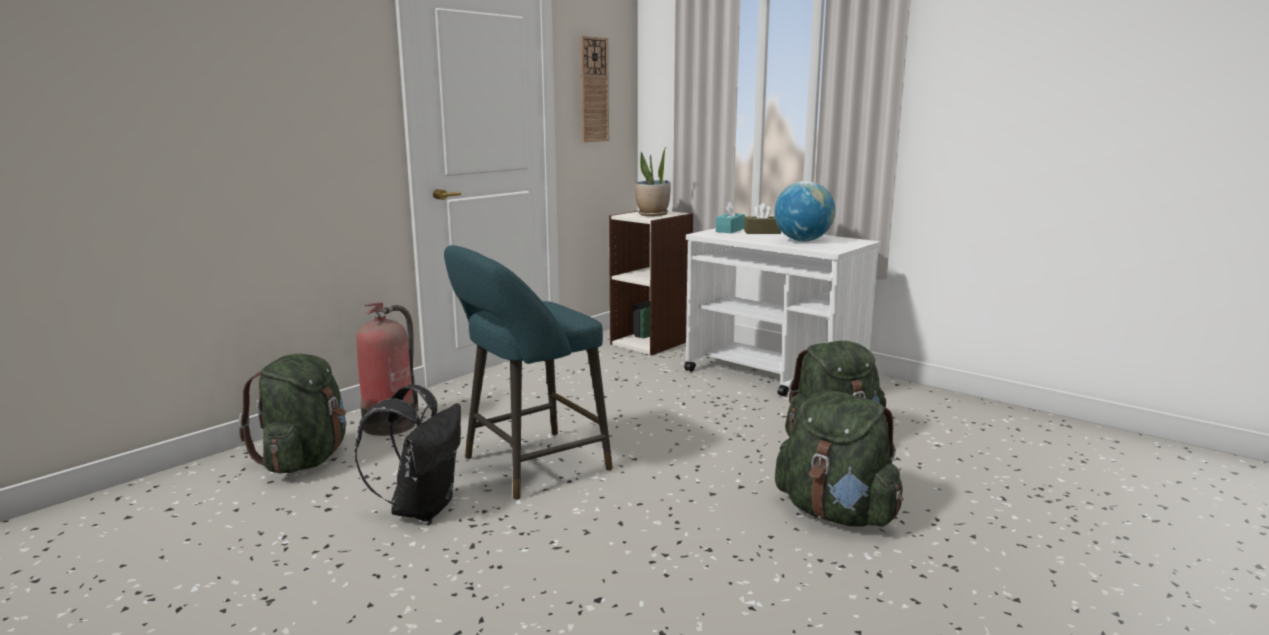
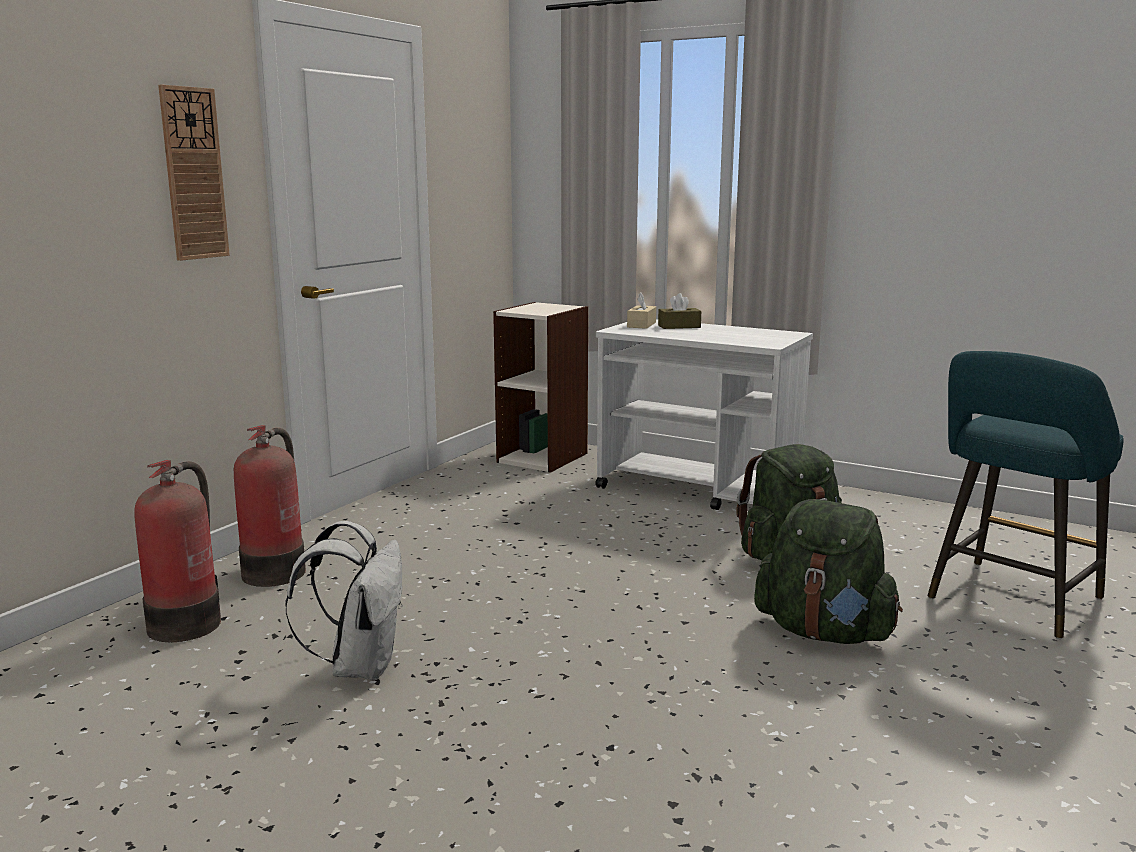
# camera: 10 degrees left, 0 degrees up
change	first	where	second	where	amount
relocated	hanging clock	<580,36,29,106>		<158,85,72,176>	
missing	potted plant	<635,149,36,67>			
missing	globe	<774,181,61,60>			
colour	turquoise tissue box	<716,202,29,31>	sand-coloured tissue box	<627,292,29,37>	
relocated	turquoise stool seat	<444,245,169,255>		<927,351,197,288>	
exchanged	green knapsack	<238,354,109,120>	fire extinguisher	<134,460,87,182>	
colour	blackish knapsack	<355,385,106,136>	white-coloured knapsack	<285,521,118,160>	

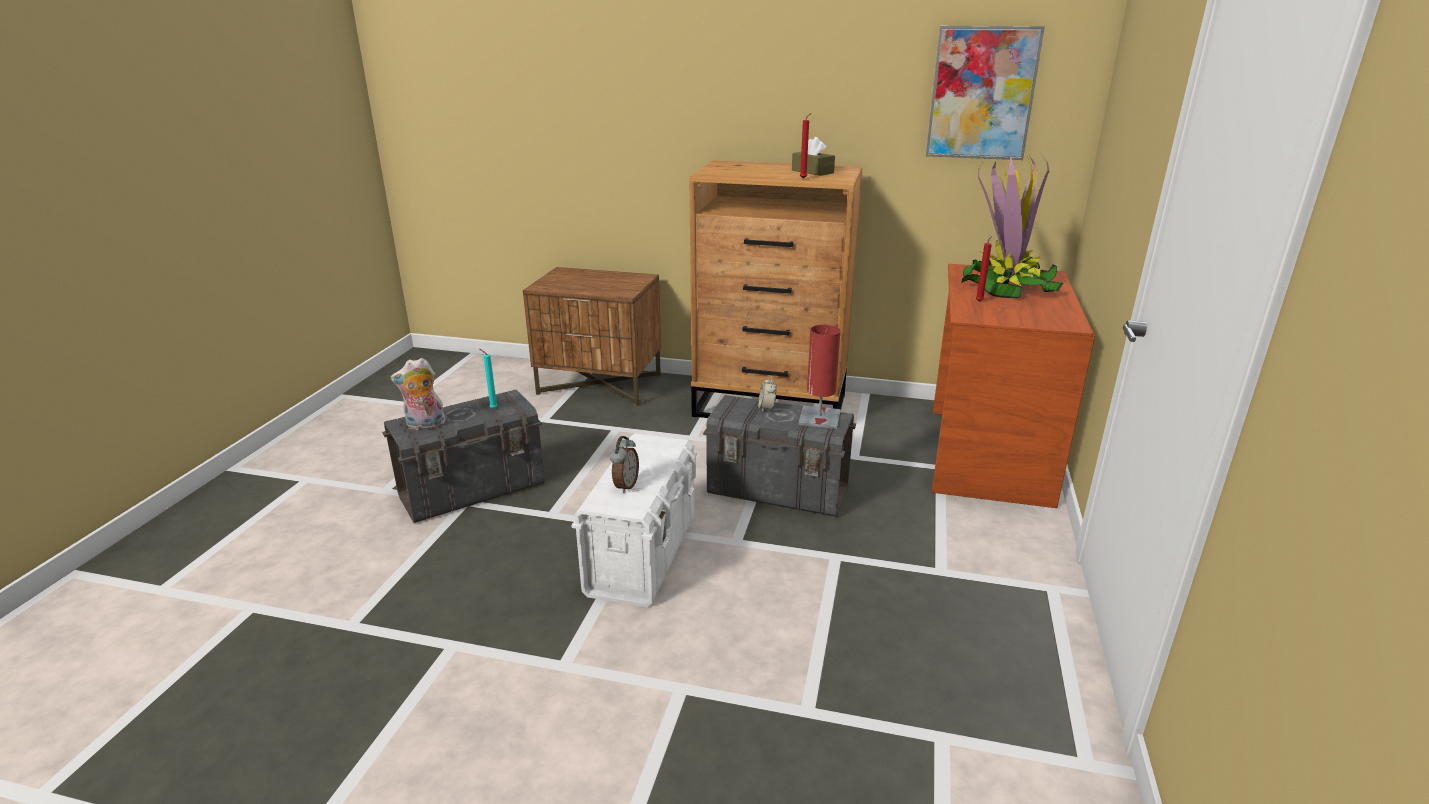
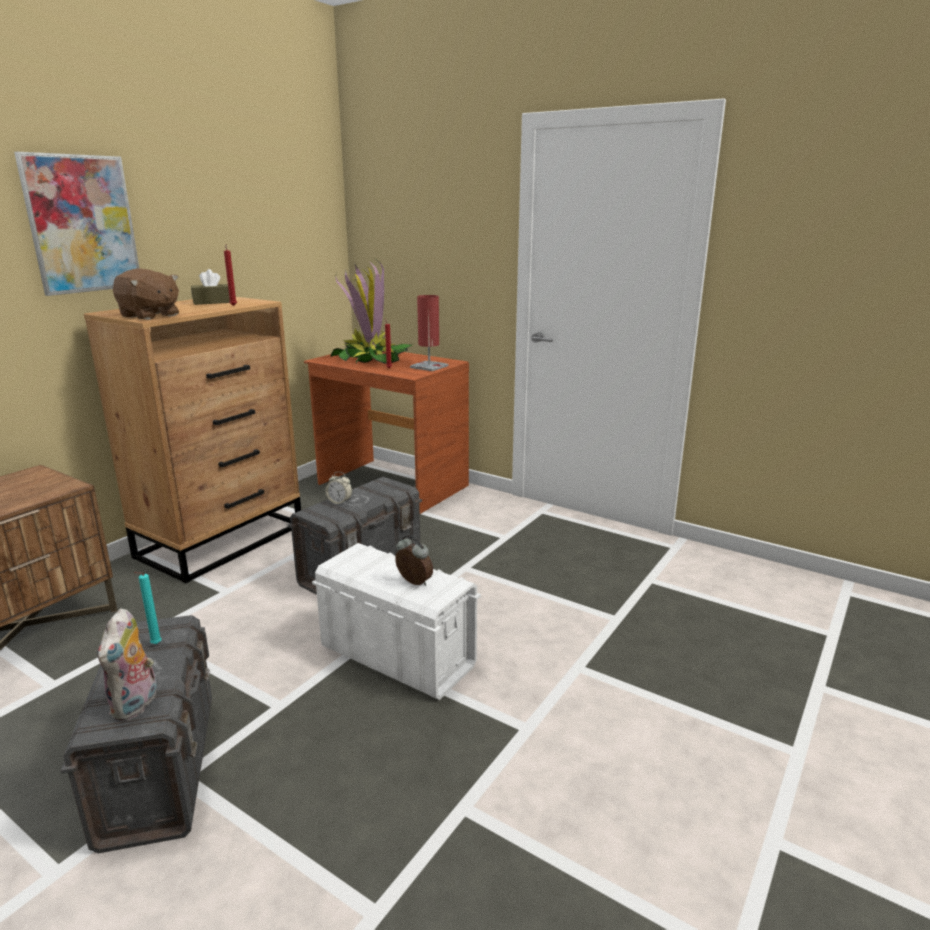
# camera: 70 degrees left, 5 degrees down
change	first	where	second	where	amount
relocated	picture	<926,26,119,134>		<14,152,126,144>	
relocated	reddish lamp for a table	<798,324,43,105>		<410,295,38,76>	
appeared			brownish cuddly toy	<113,269,66,51>	

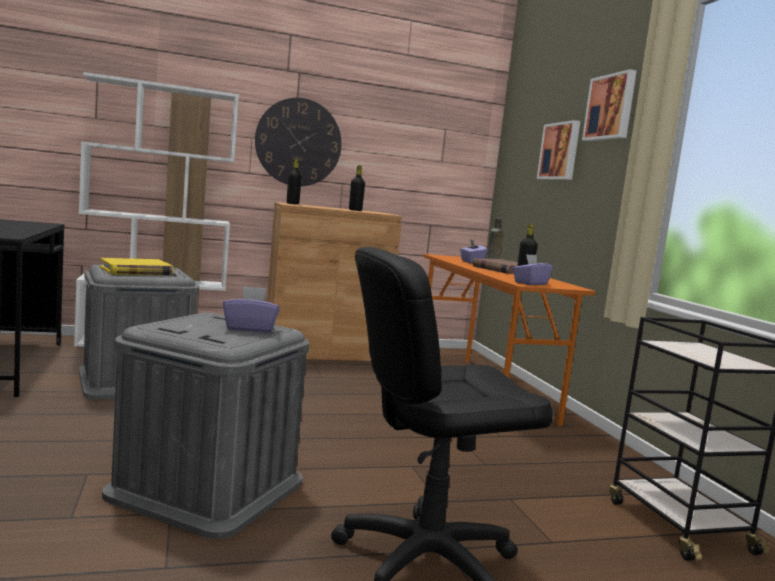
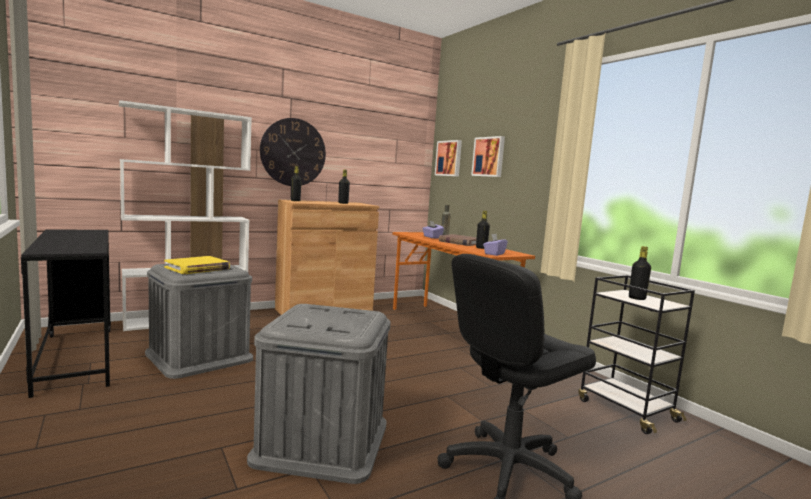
# camera: 15 degrees left, 0 degrees up
change	first	where	second	where	amount
relocated	picture	<582,69,55,72>		<435,140,27,37>	
missing	purple-coloured tissue box	<223,286,57,47>			
appeared			blackish beverage bottle	<629,246,22,54>	

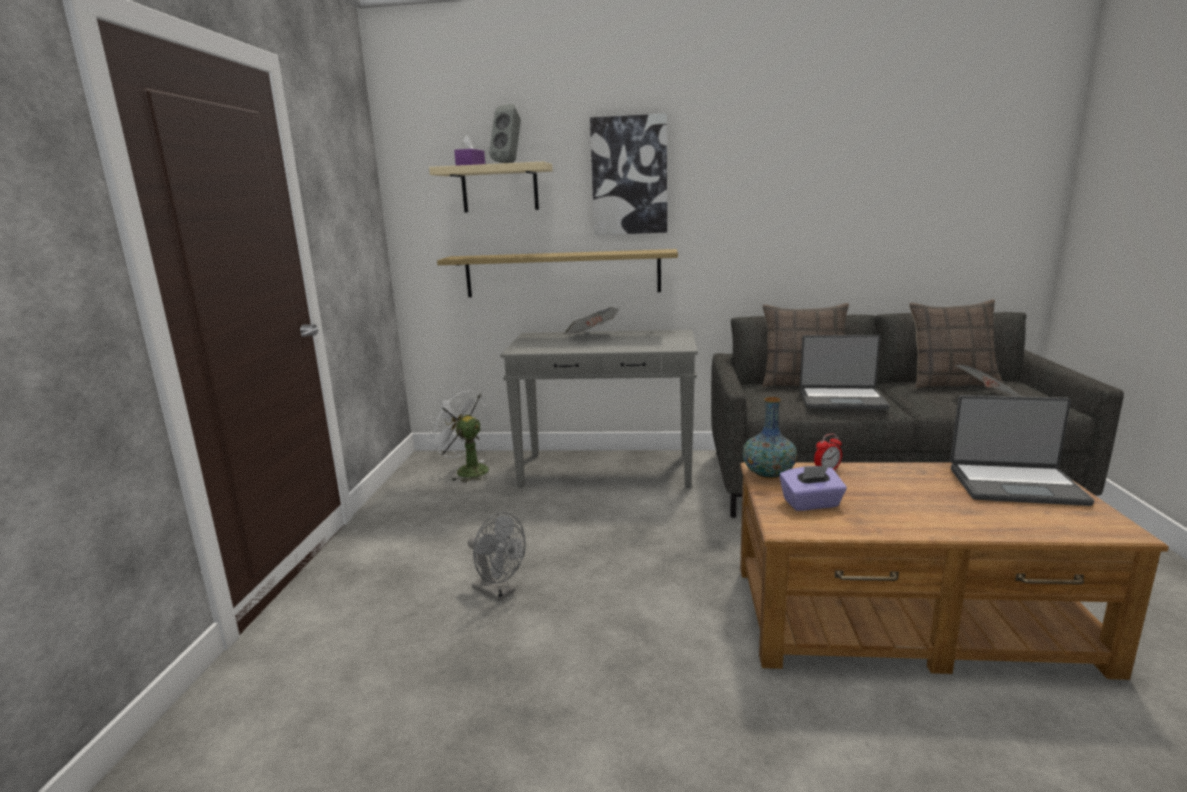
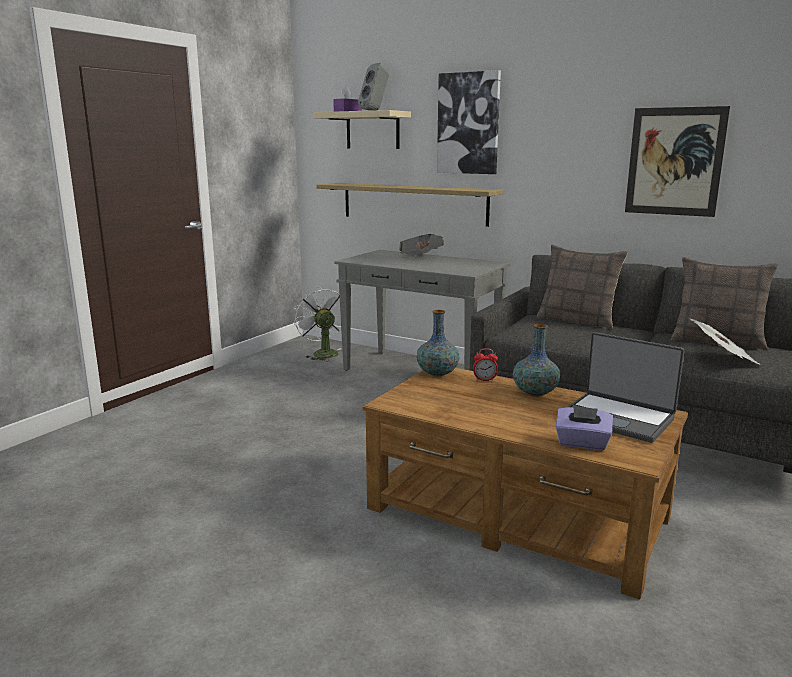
# camera: 25 degrees right, 0 degrees up
change	first	where	second	where	amount
missing	portable computer	<800,335,90,75>			
relocated	purple-coloured tissue box	<779,465,68,46>		<556,405,57,46>	
missing	gray electric fan	<468,512,58,89>			
appeared			picture	<625,106,105,111>	
appeared			flower vase	<513,324,47,73>	

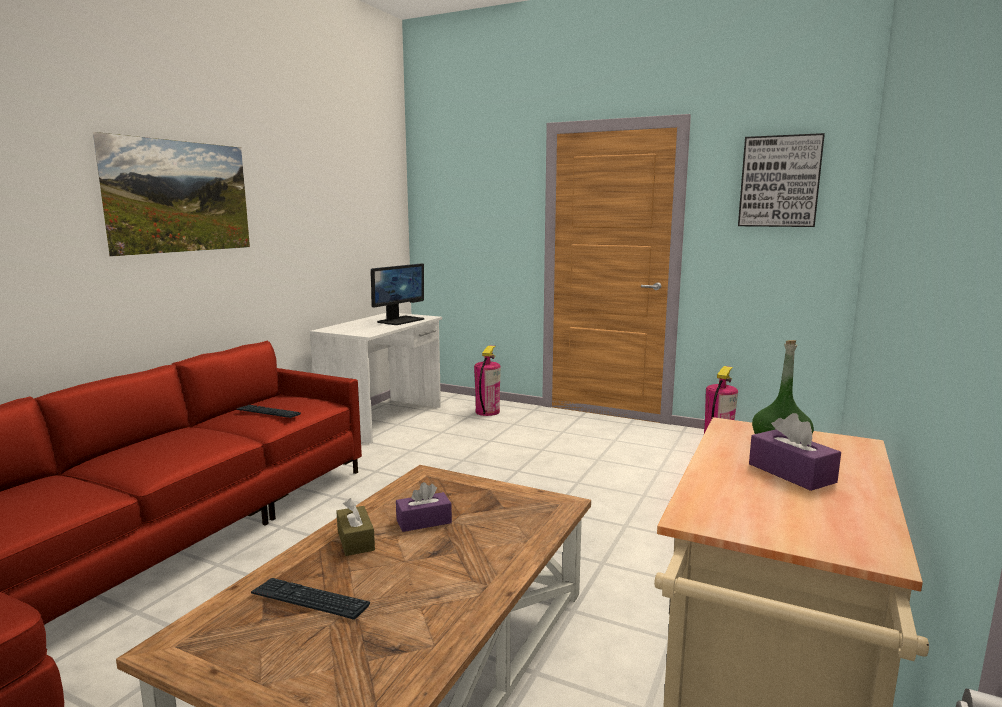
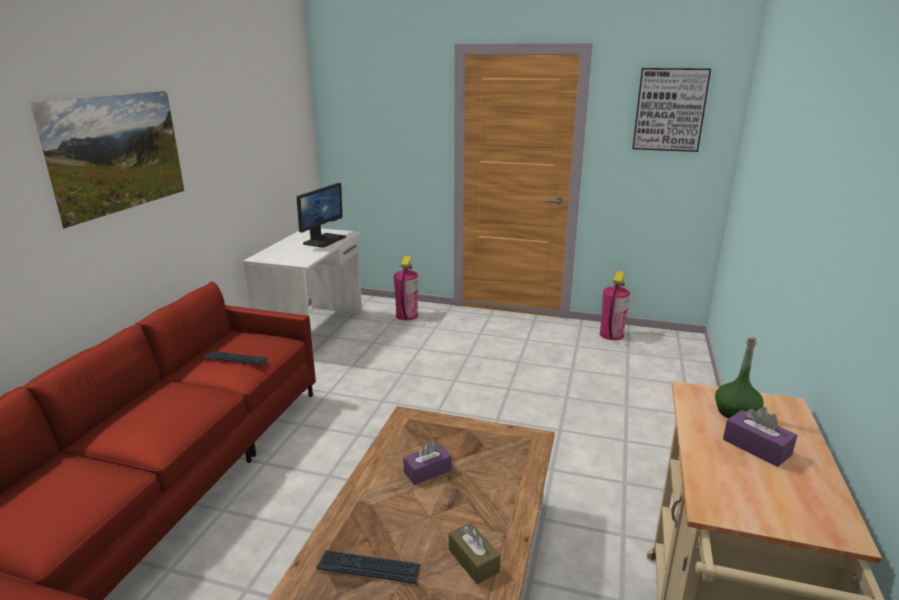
# camera: 10 degrees left, 10 degrees up
change	first	where	second	where	amount
relocated	brownish tissue box	<336,498,39,58>		<449,523,51,61>	

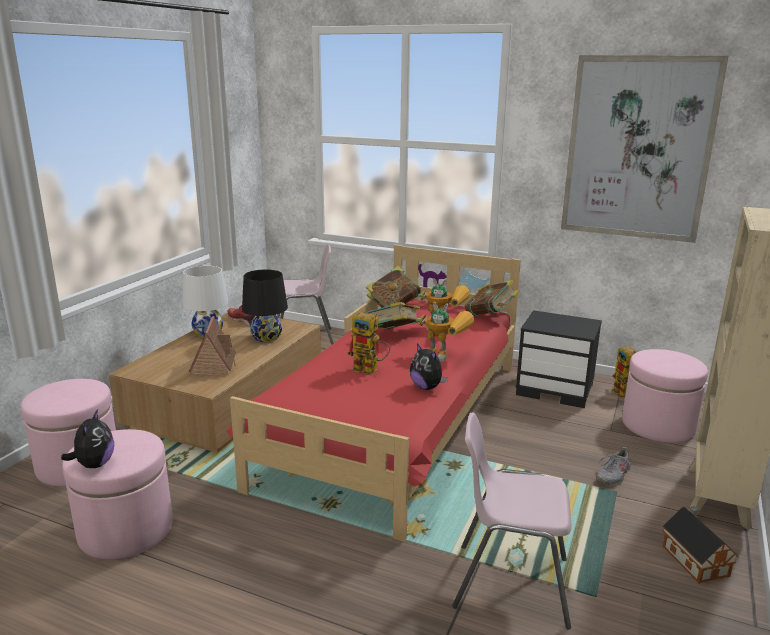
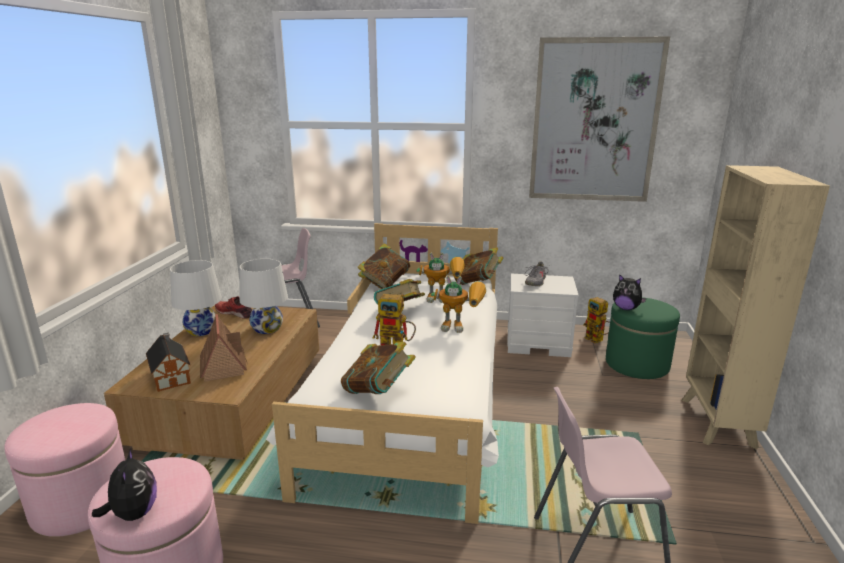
# camera: 15 degrees left, 0 degrees up
change	first	where	second	where	amount
colour	reddish bed	<226,245,295,297>	white-coloured bed	<266,223,233,301>	
colour	blackish lamp for a table	<242,269,46,73>	white-coloured lamp for a table	<240,259,48,75>	
colour	blackish bedside table	<516,310,86,98>	white-coloured bedside table	<507,274,72,83>	
relocated	cuddly toy	<410,344,38,46>		<613,274,34,36>	
colour	pinkish ottoman	<622,349,86,94>	green ottoman	<606,297,74,82>	
relocated	gray shoe	<596,447,39,38>		<525,261,24,25>	
relocated	miniature house	<662,506,75,78>		<146,333,45,59>	
appeared			bound book	<341,342,75,52>	

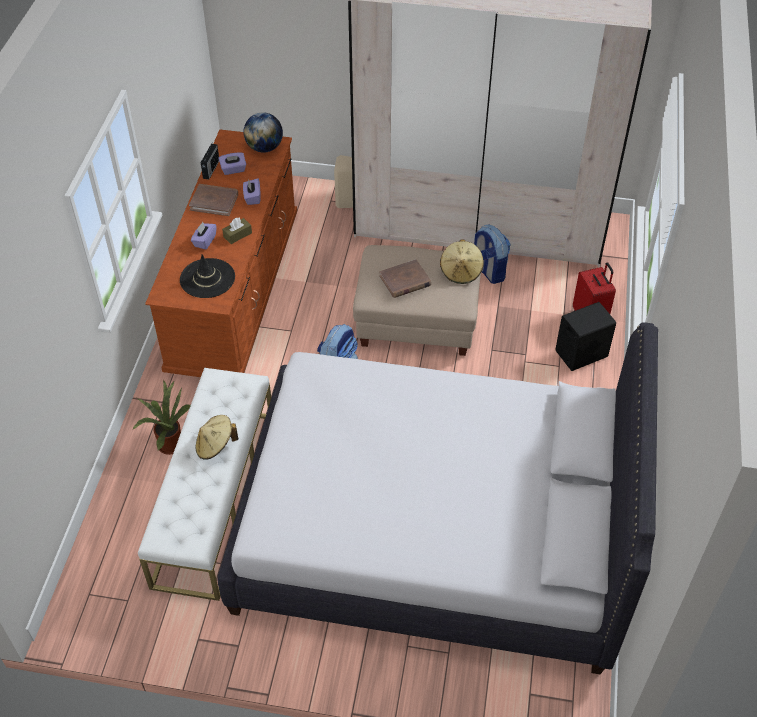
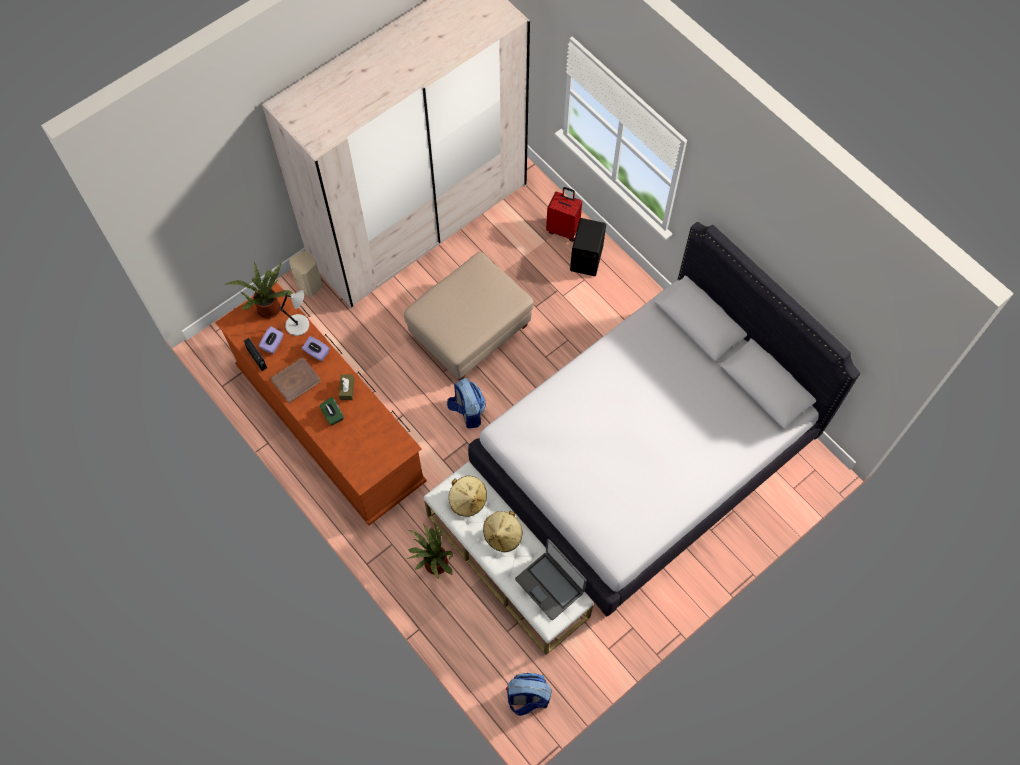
# camera: 50 degrees left, 15 degrees up
change	first	where	second	where	amount
exchanged	globe	<244,112,39,41>	potted plant	<226,261,68,58>	
colour	purple-coloured tissue box	<191,222,26,28>	green tissue box	<319,397,25,28>	
relocated	knapsack	<474,224,36,60>		<506,673,46,43>	
relocated	sand-coloured hat	<440,240,44,44>		<449,476,38,41>	
missing	blackish hat	<180,254,55,44>			
missing	brownish bound book	<379,259,52,39>			
appeared			gray lamp for a table	<280,290,29,46>	
appeared			portable computer	<515,539,72,81>	

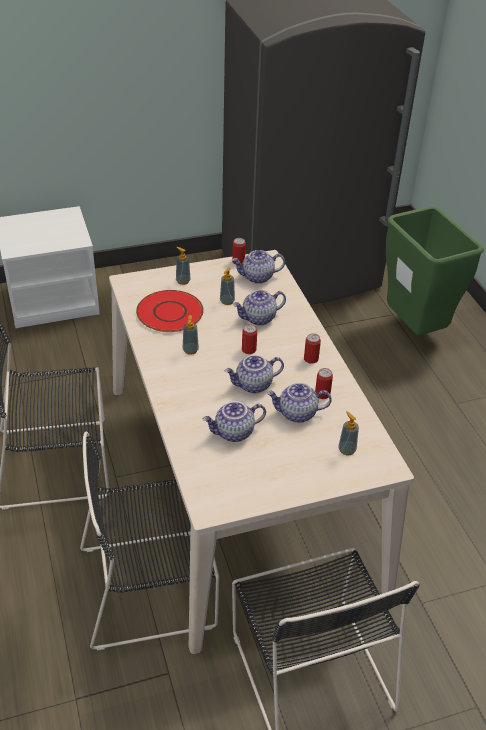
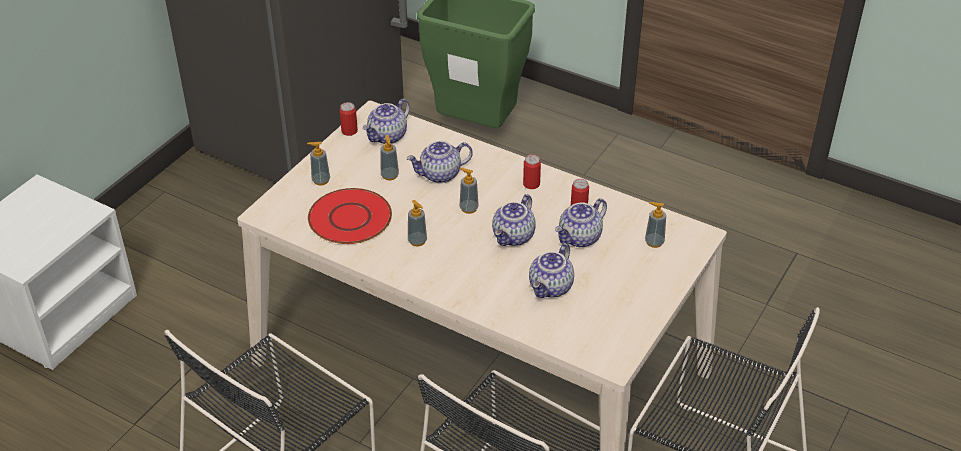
# camera: 40 degrees left, 0 degrees up
change	first	where	second	where	amount
spun	pot for tea	<233,290,53,36>		<407,141,66,42>	45 degrees clockwise
exchanged	sealed can	<242,324,15,30>	liquid soap bottle	<459,168,20,46>	

